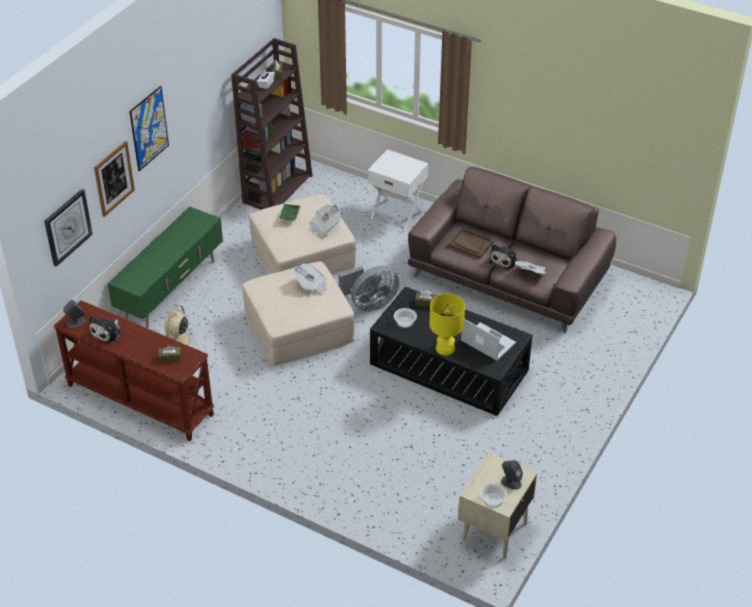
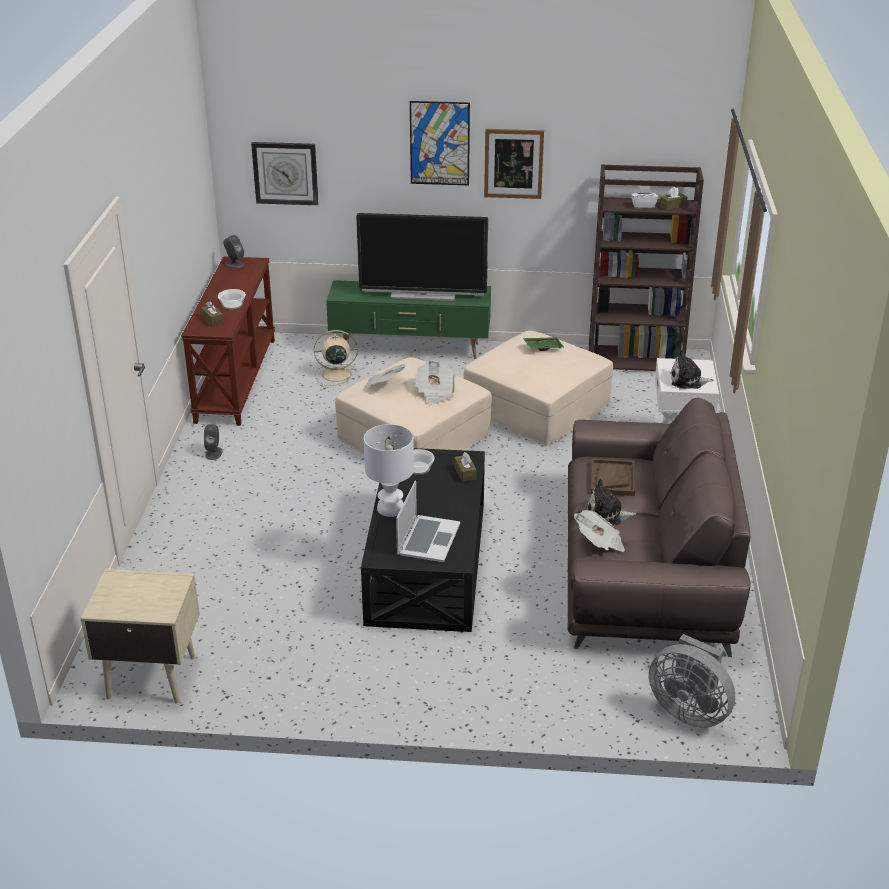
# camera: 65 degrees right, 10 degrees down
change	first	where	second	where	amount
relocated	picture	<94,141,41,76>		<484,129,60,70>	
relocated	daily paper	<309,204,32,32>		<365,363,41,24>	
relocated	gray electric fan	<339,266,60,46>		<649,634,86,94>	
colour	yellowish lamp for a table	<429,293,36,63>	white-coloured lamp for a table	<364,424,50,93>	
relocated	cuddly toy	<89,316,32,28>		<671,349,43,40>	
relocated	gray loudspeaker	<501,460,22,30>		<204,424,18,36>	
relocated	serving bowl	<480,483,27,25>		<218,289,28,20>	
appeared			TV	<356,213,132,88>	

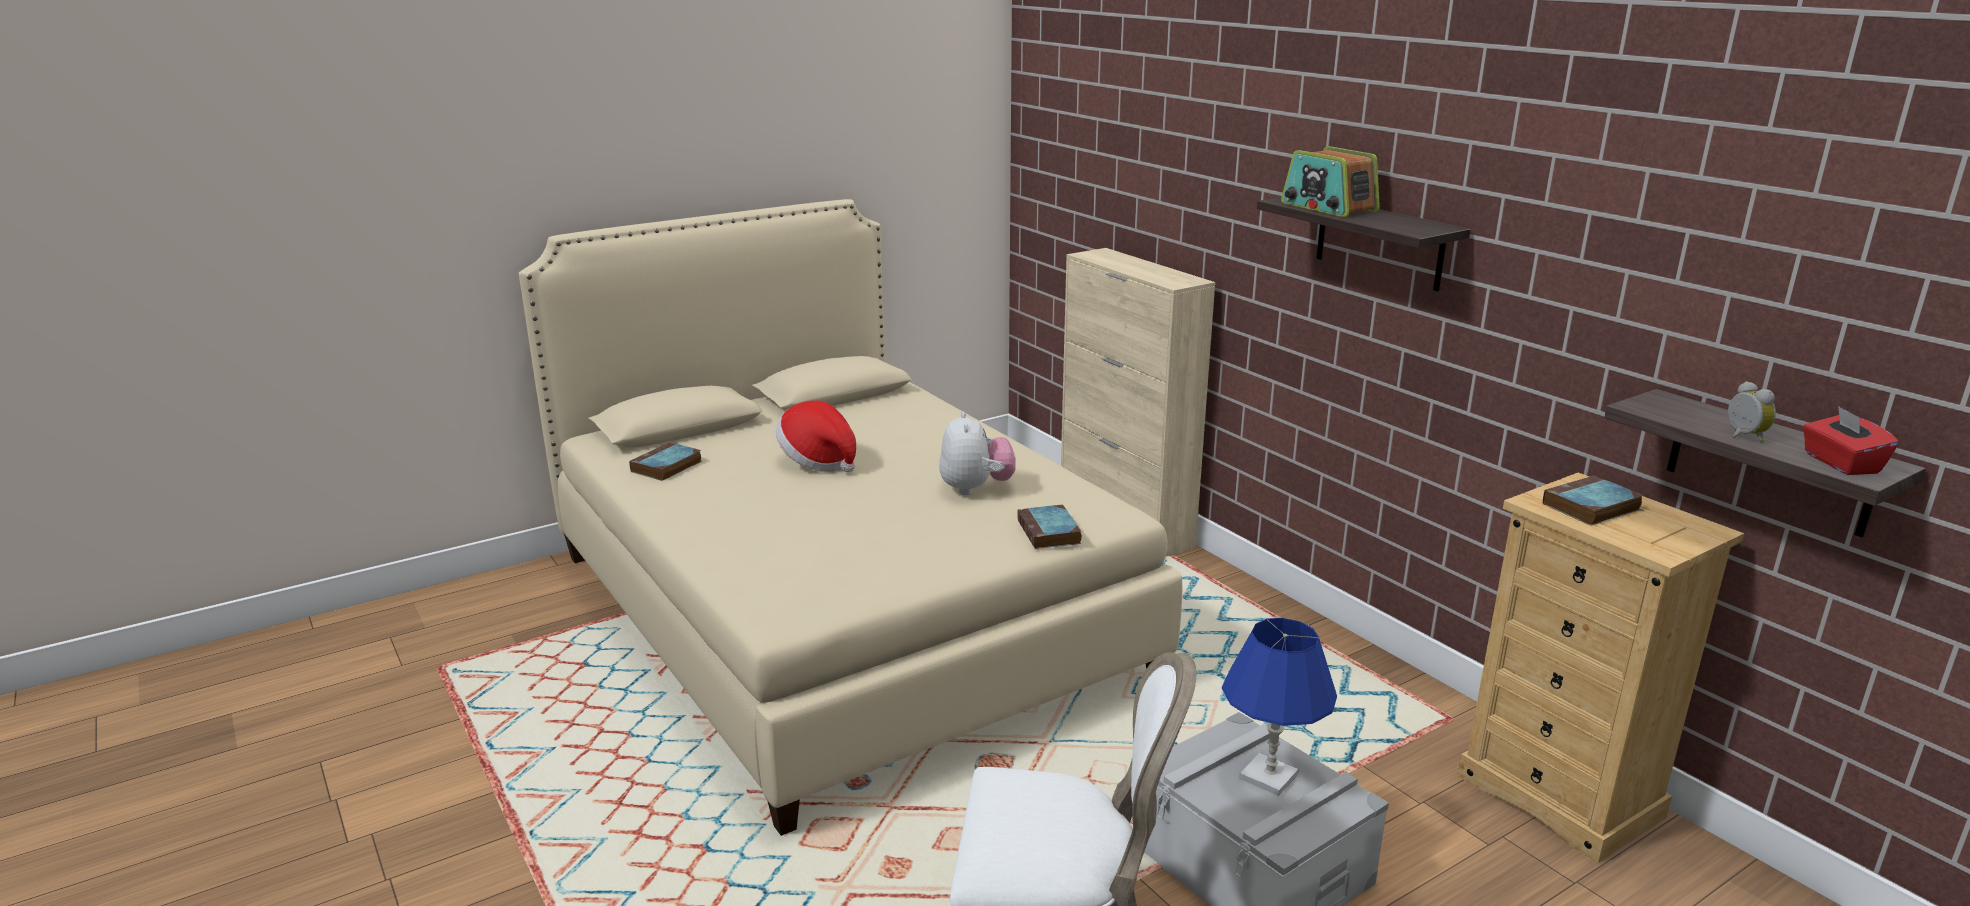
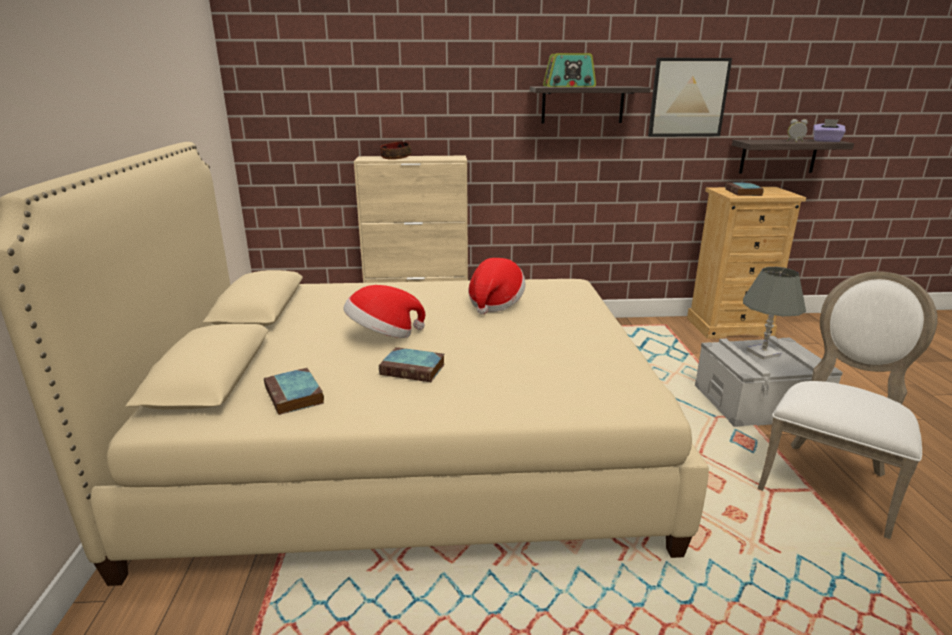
# camera: 60 degrees left, 0 degrees up
change	first	where	second	where	amount
colour	reddish tissue box	<1803,406,96,69>	purple-coloured tissue box	<813,119,33,23>	
exchanged	cuddly toy	<939,411,77,84>	hat	<468,258,57,57>	
relocated	bound book	<1017,505,65,44>		<379,347,66,35>	
colour	blue-coloured lamp for a table	<1222,618,115,178>	gray lamp for a table	<743,267,63,93>	
appeared			picture	<648,58,84,79>	
appeared			serving bowl	<380,142,32,18>	

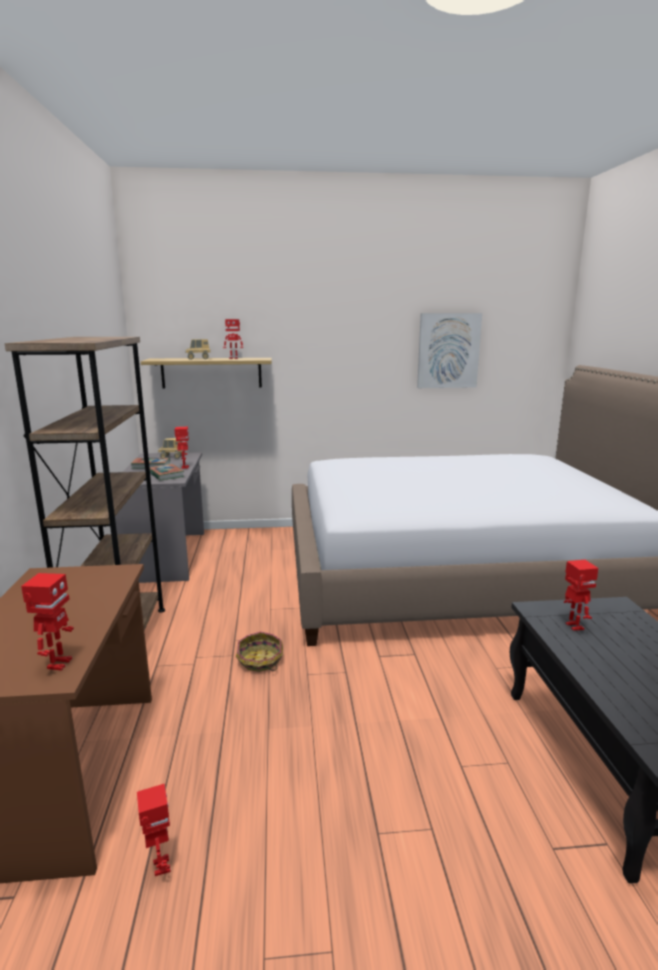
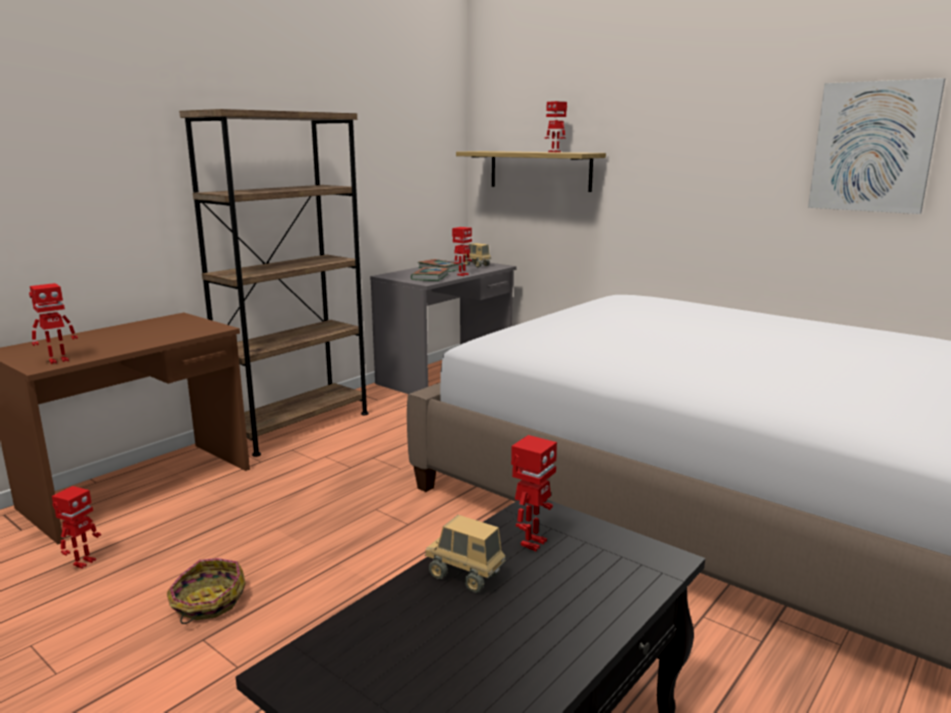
# camera: 45 degrees right, 0 degrees up
change	first	where	second	where	amount
relocated	toy truck	<185,339,26,21>		<425,515,81,78>	
relocated	household basket	<236,632,47,40>		<167,558,79,66>	

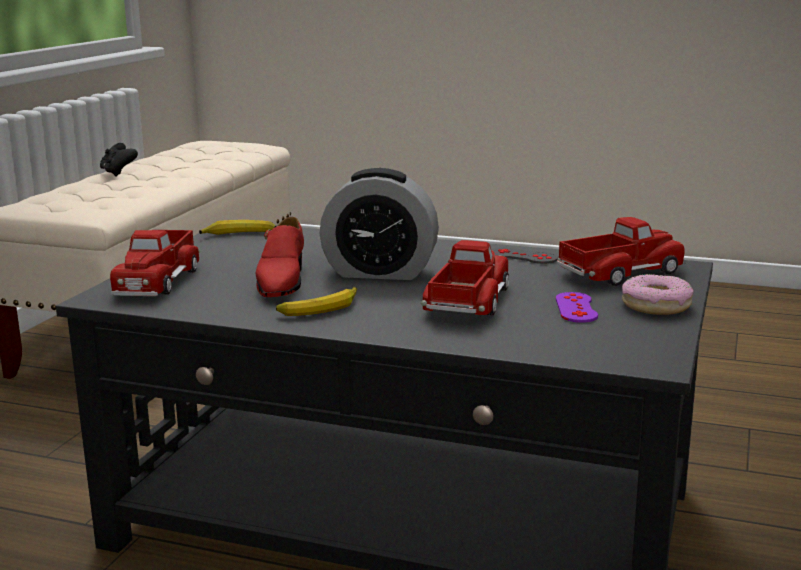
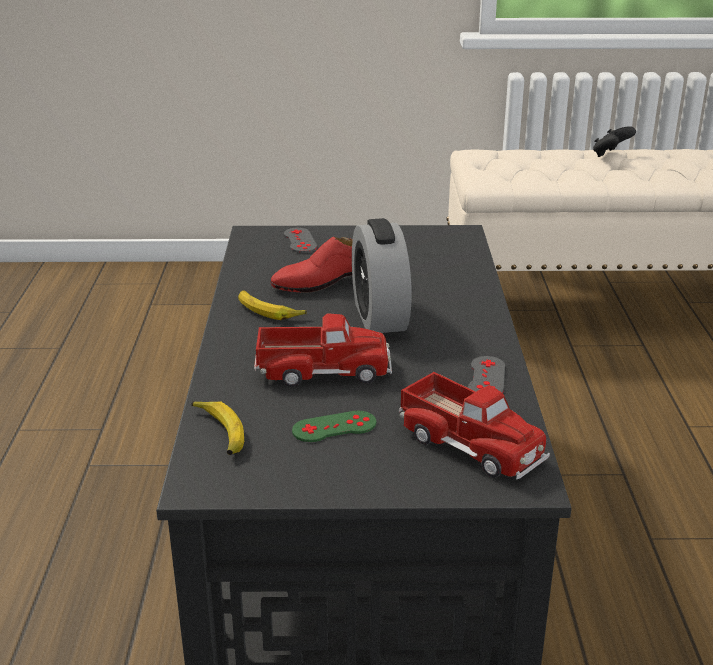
# camera: 70 degrees right, 10 degrees up
change	first	where	second	where	amount
relocated	whole banana	<199,220,78,15>		<191,401,53,54>	
exchanged	toy truck	<110,230,90,66>	gray game controller	<284,228,33,25>	
missing	ring doughnut	<622,274,72,41>			
colour	purple-coloured game controller	<556,292,42,31>	green game controller	<292,411,84,31>	

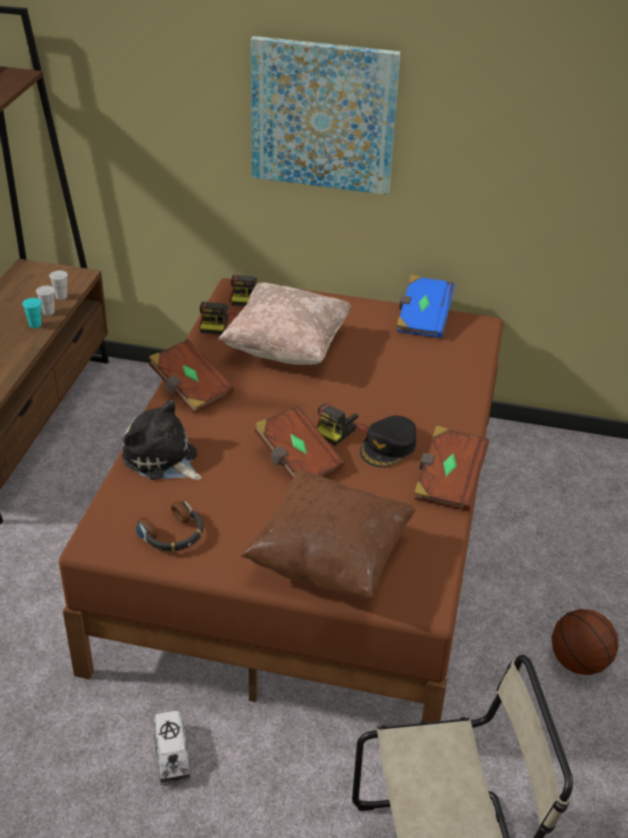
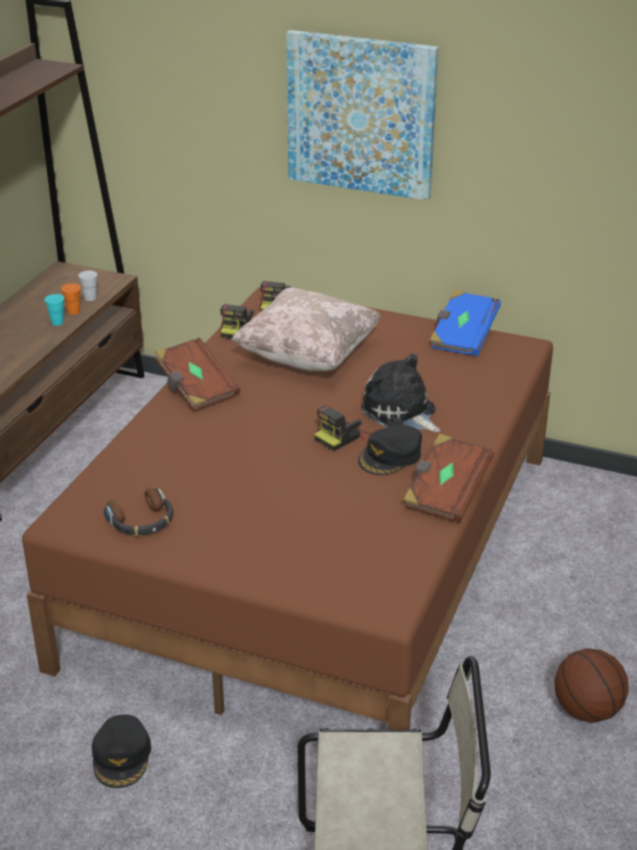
# camera: 10 degrees right, 5 degrees down
change	first	where	second	where	amount
colour	white-coloured drinking cup	<36,285,19,30>	orange drinking cup	<61,284,20,31>	
relocated	cuddly toy	<122,400,80,80>		<361,353,79,79>	
missing	brownish bound book	<254,405,91,74>			
missing	brownish cushion	<240,470,176,129>			
exchanged	toy truck	<154,711,37,74>	blackish cap	<92,714,59,74>	

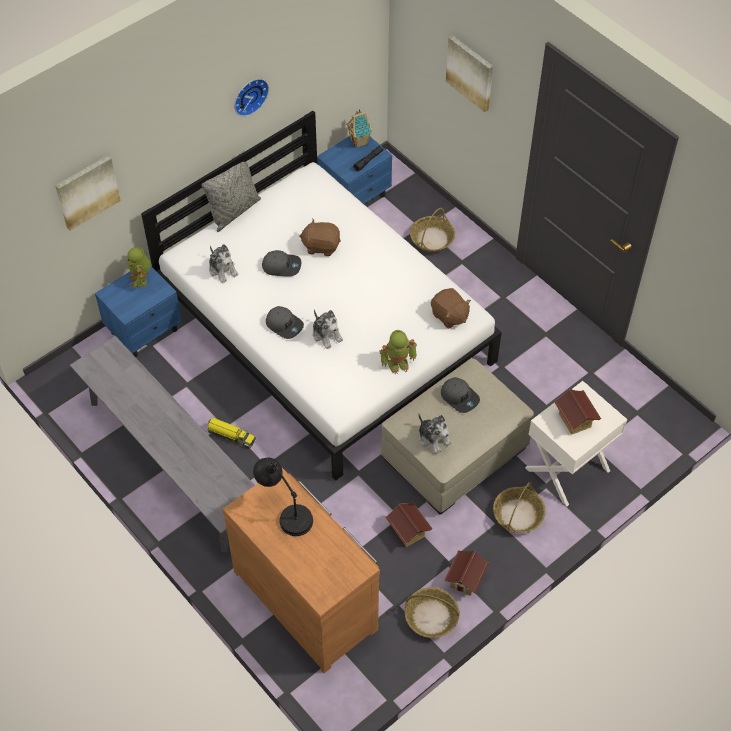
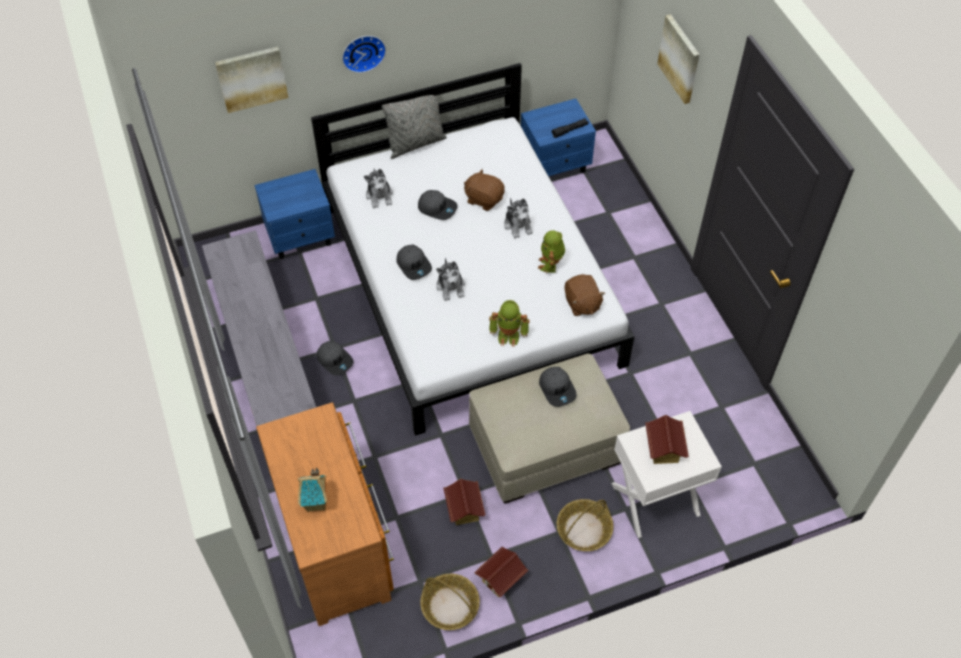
# camera: 20 degrees right, 0 degrees up
change	first	where	second	where	amount
relocated	hanging clock	<234,79,35,38>		<342,36,44,37>	
relocated	miniature house	<346,109,27,39>		<298,467,29,45>	
missing	household basket	<410,208,45,44>			
relocated	model robot	<127,247,23,41>		<538,230,27,44>	
relocated	cuddly toy	<419,414,33,40>		<504,198,29,41>	
exchanged	toy truck	<207,418,49,31>	gray cap	<317,341,36,35>	
missing	blackish lamp for a table	<253,458,60,78>			

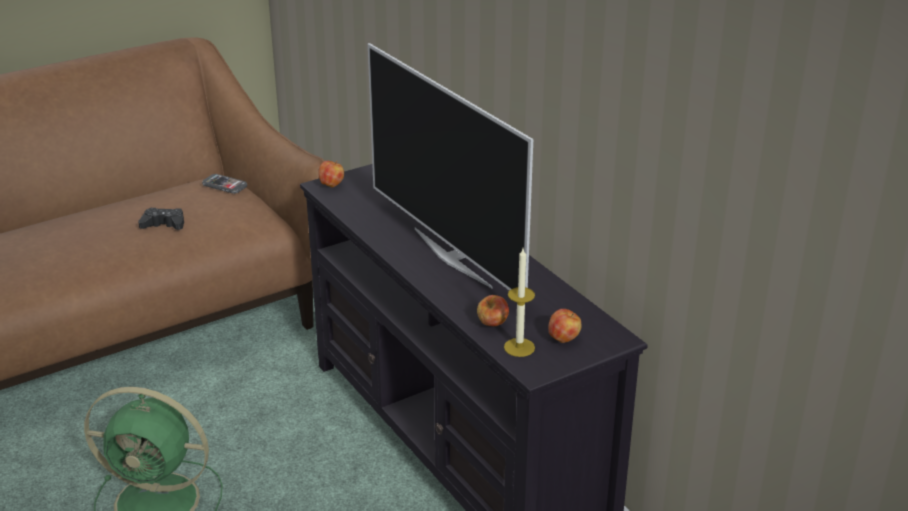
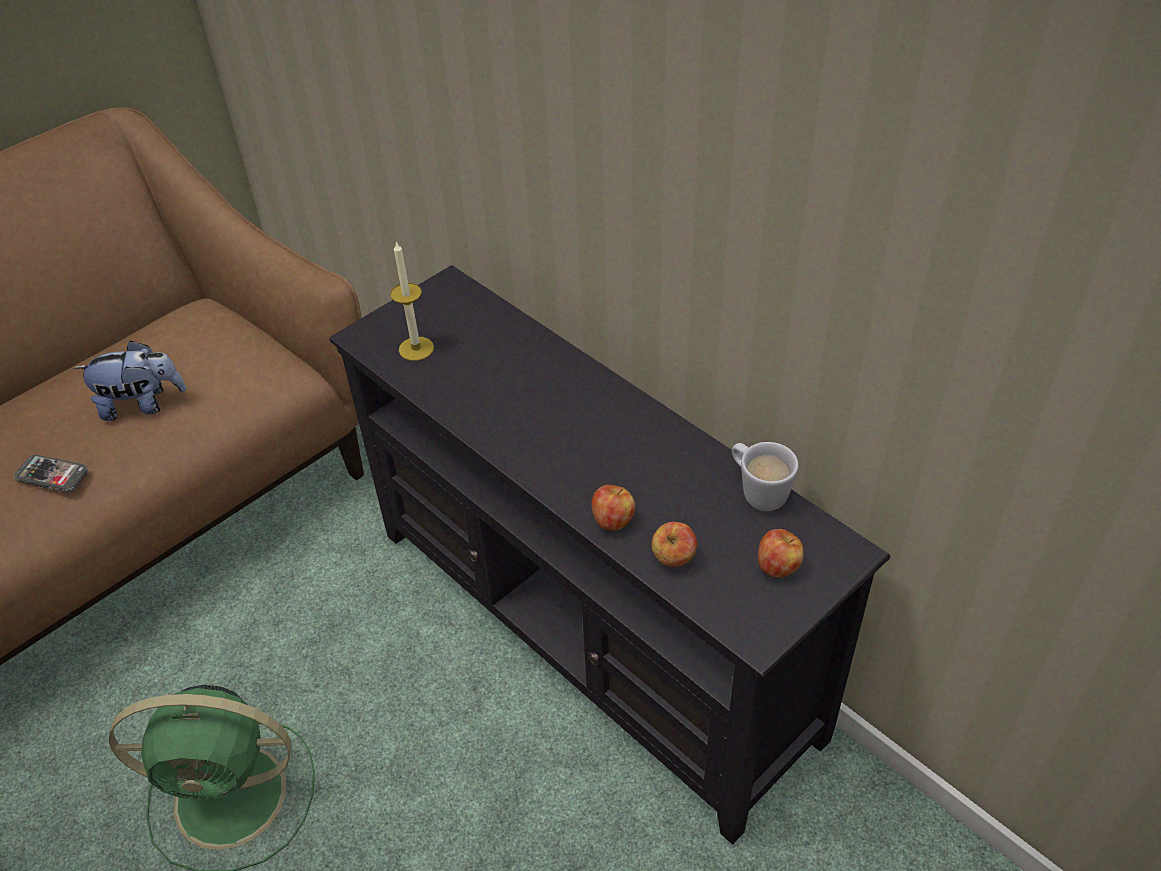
# camera: 10 degrees left, 15 degrees up
change	first	where	second	where	amount
missing	TV	<368,43,165,248>			
relocated	whole apple	<318,161,26,26>		<591,485,44,46>	
relocated	phone	<202,174,45,20>		<15,455,73,37>	
exchanged	blackish game controller	<138,208,46,22>	cuddly toy	<74,340,112,81>	
relocated	candle	<504,249,31,108>		<390,241,44,120>	
appeared			white-coloured tea mug	<732,442,67,69>	

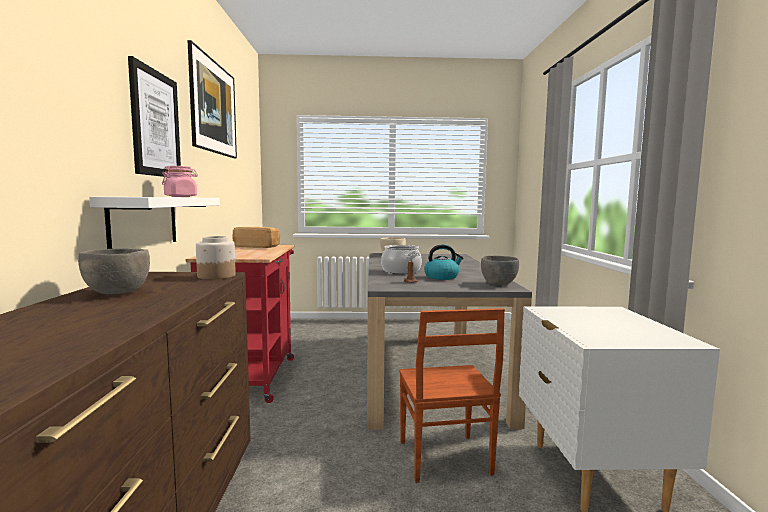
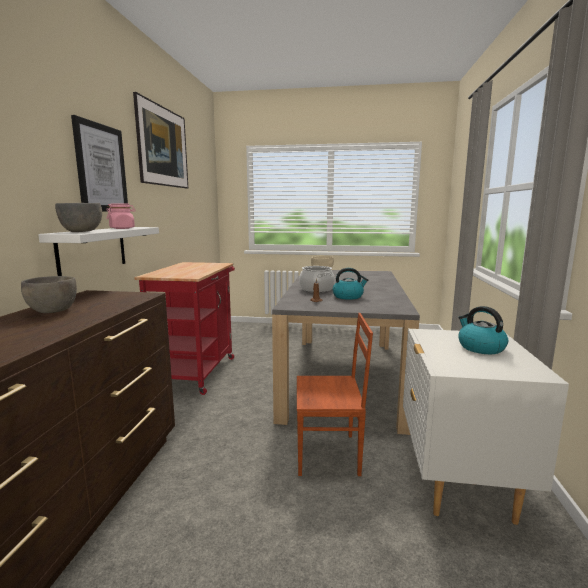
# camera: 10 degrees right, 5 degrees up
change	first	where	second	where	amount
missing	bakery bread	<232,227,48,21>			
missing	jar	<196,236,40,43>			
relocated	gray serving bowl	<481,255,38,30>		<55,203,47,29>	
spun	brownish upright chair	<399,308,106,175>		<297,313,76,163>	90 degrees counterclockwise
appeared			kettle	<458,306,50,48>	

